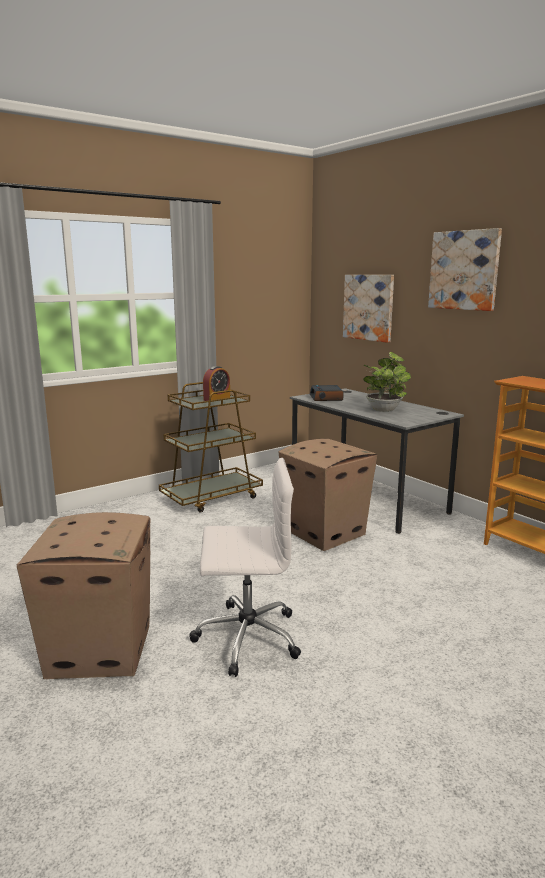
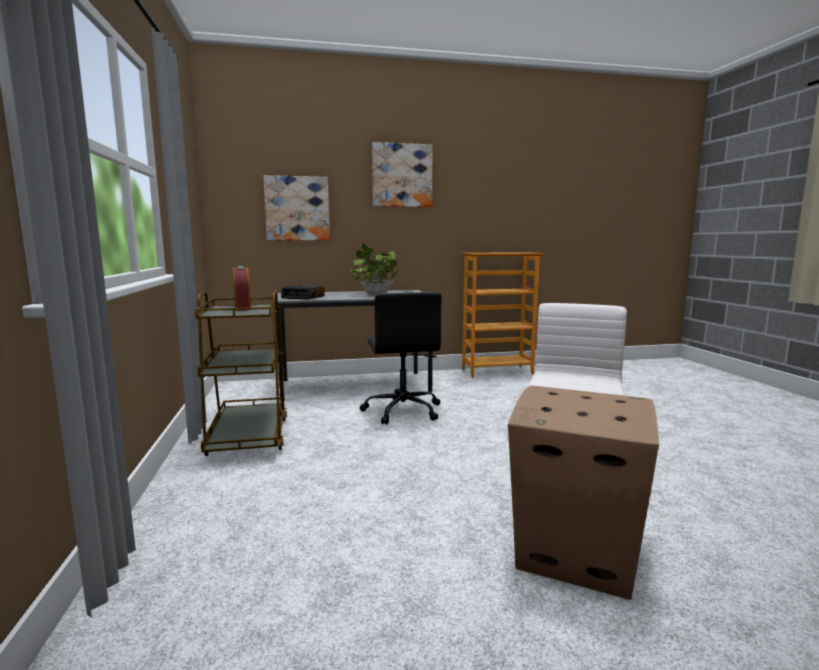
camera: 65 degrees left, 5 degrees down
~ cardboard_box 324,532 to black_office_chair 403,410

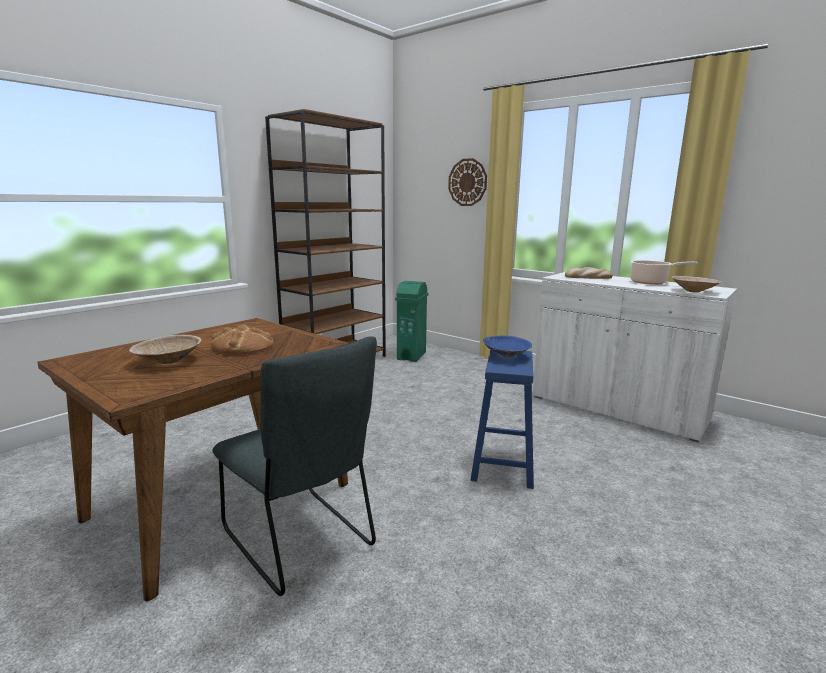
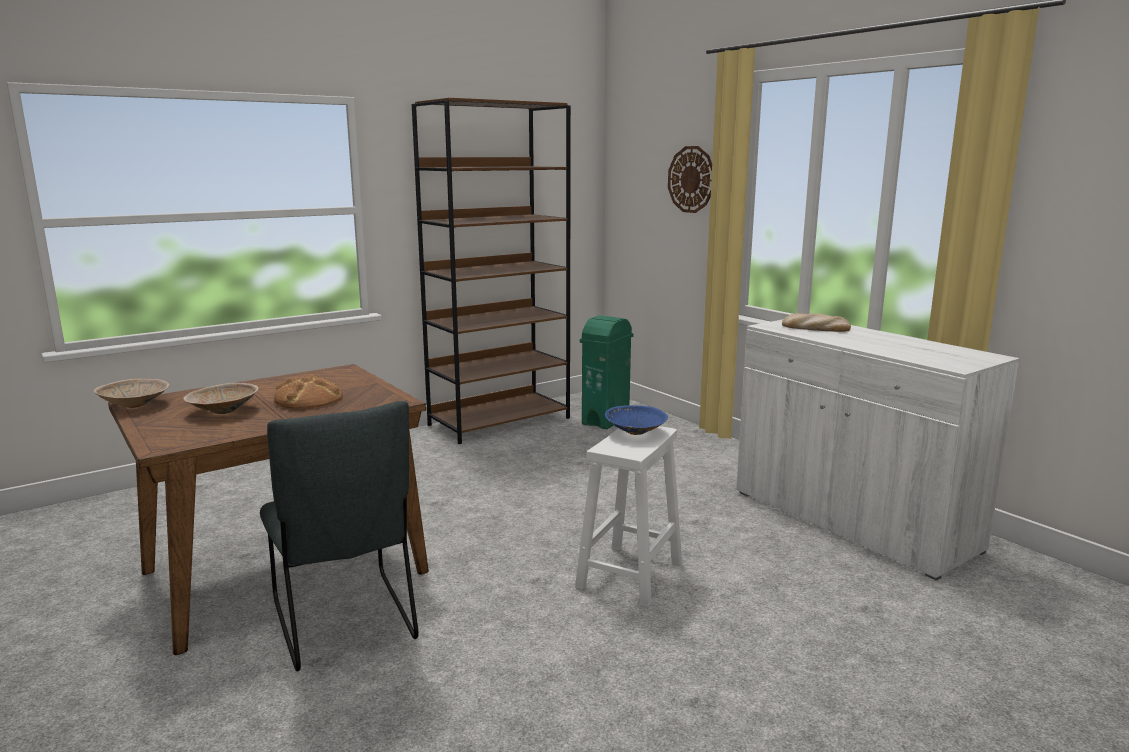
camera: 15 degrees right, 0 degrees up
- cooking_pot 651,282
~ beige_bowl 694,291 to 136,406
~ blue_stool 503,465 to white_stool 629,575

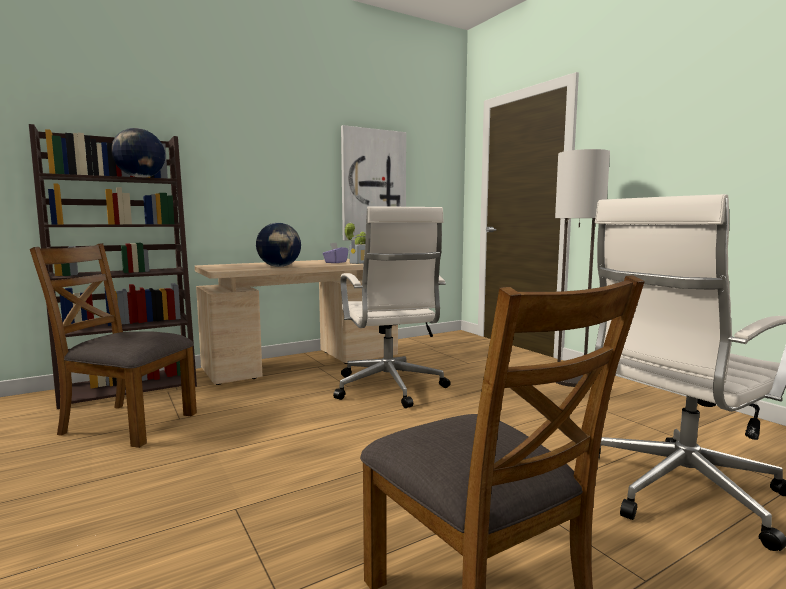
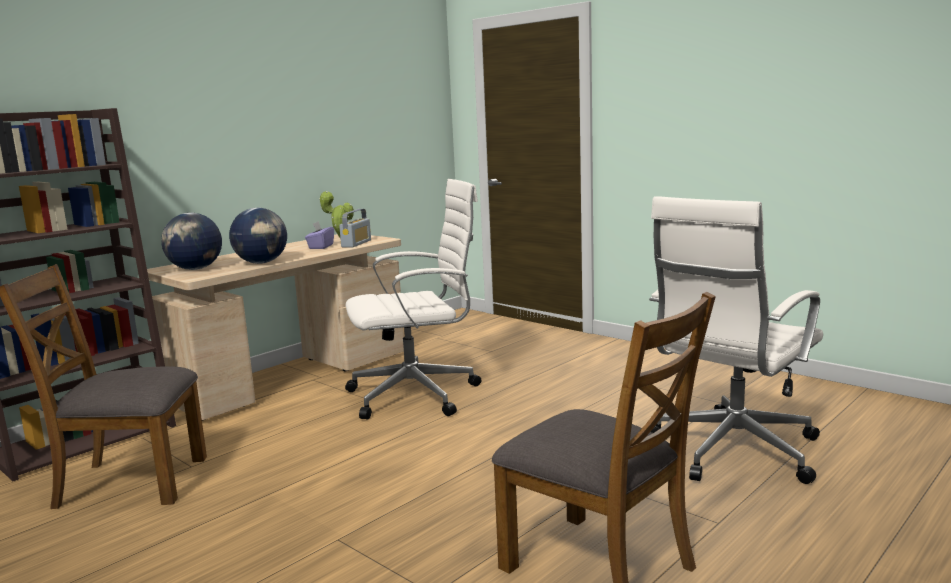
camera: 15 degrees left, 5 degrees up
- picture 373,185
- floor_lamp 571,380
~ globe 140,178 to 195,269
~ white_office_chair 389,388 = 418,395 75 degrees counterclockwise

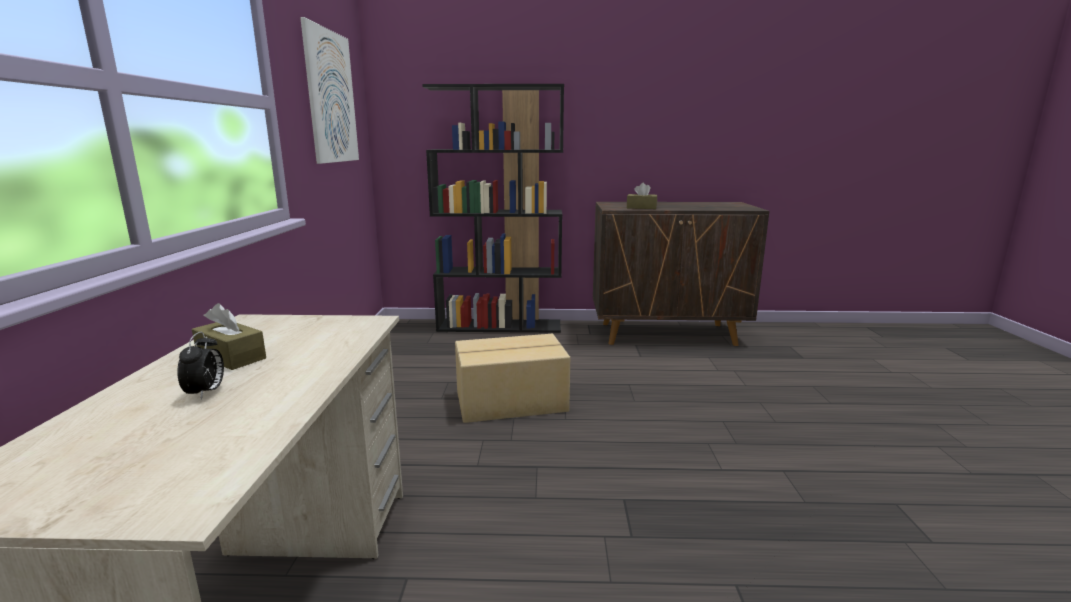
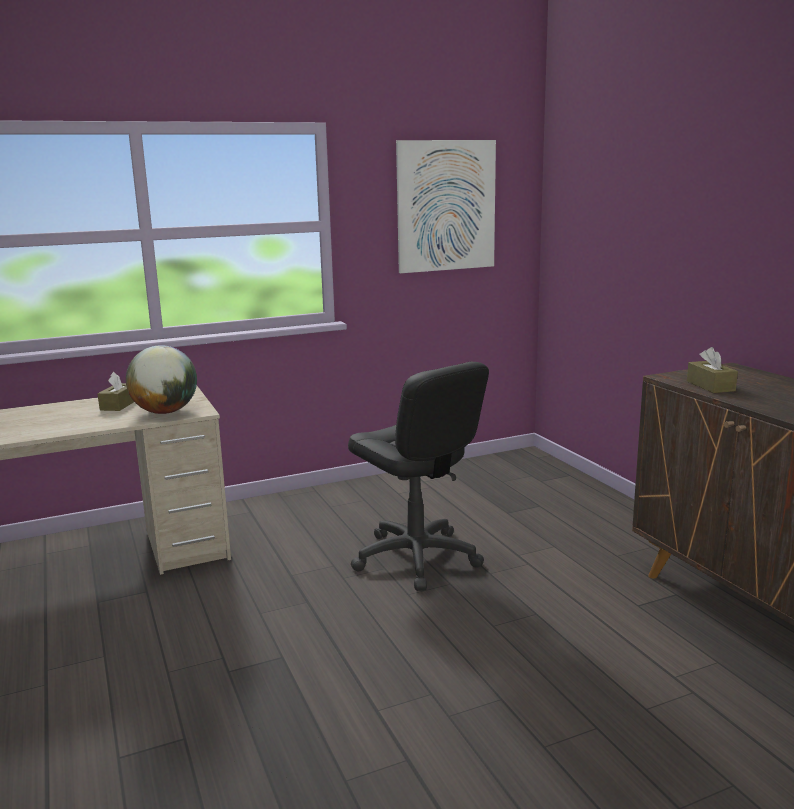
camera: 65 degrees right, 0 degrees up
- alarm_clock 206,393
- black_bookcase 500,326
+ globe 165,412
~ cardboard_box 512,402 to black_office_chair 416,558

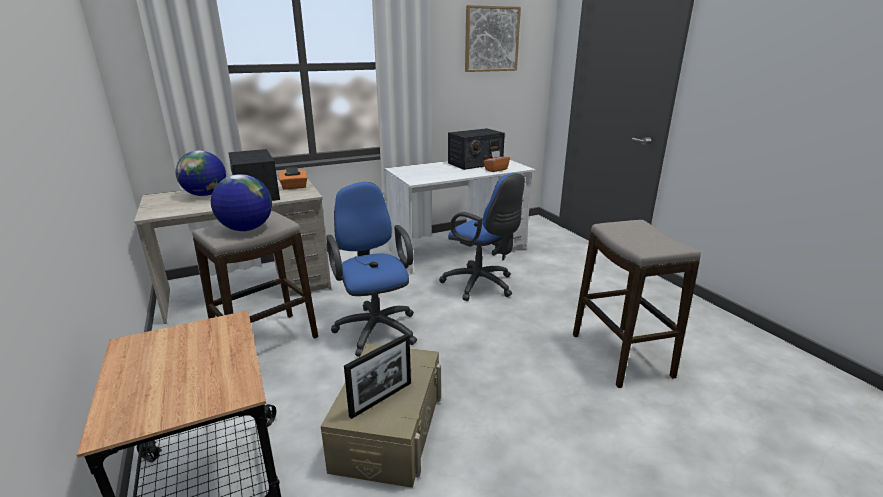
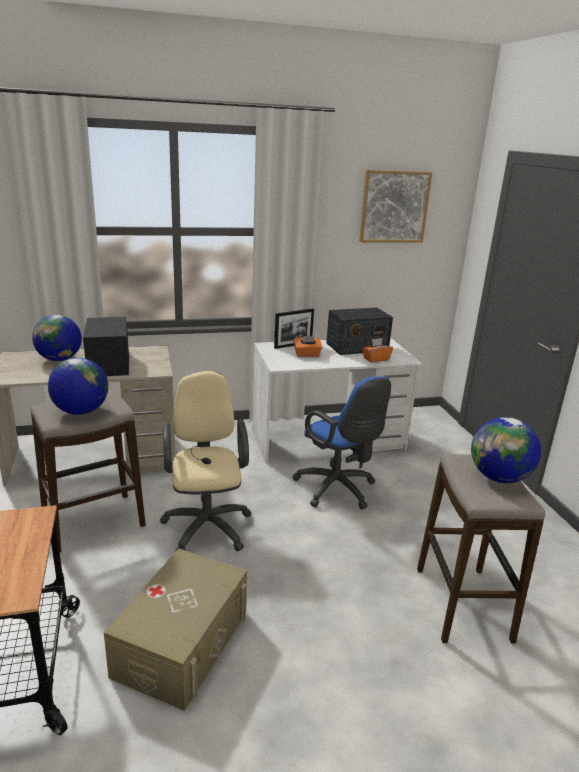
camera: 10 degrees right, 0 degrees up
+ globe 499,478
~ orange_tissue_box 294,187 to 307,354
~ picture_frame 381,399 to 293,345
~ blue_office_chair 375,327 to beige_office_chair 207,524

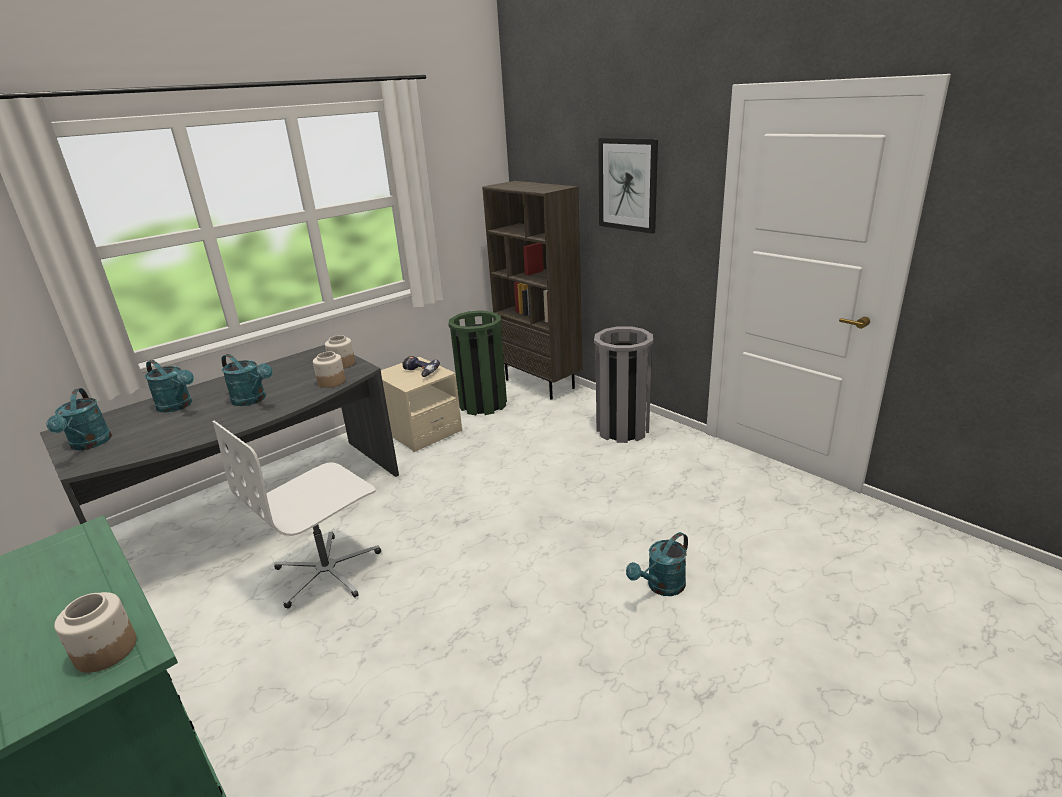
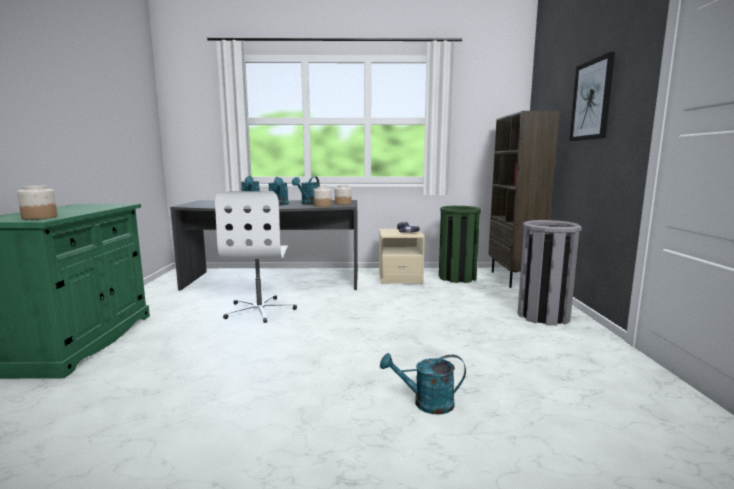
camera: 40 degrees right, 15 degrees down
~ turquoise_watering_can 89,444 to 309,204
~ white_office_chair 328,571 = 260,310 90 degrees counterclockwise

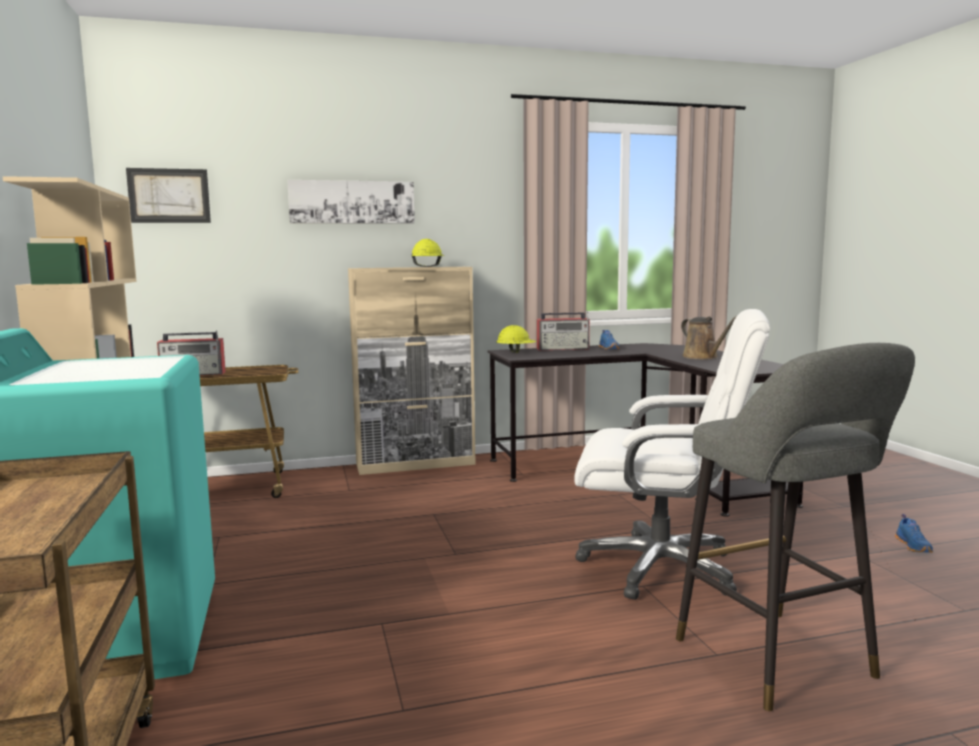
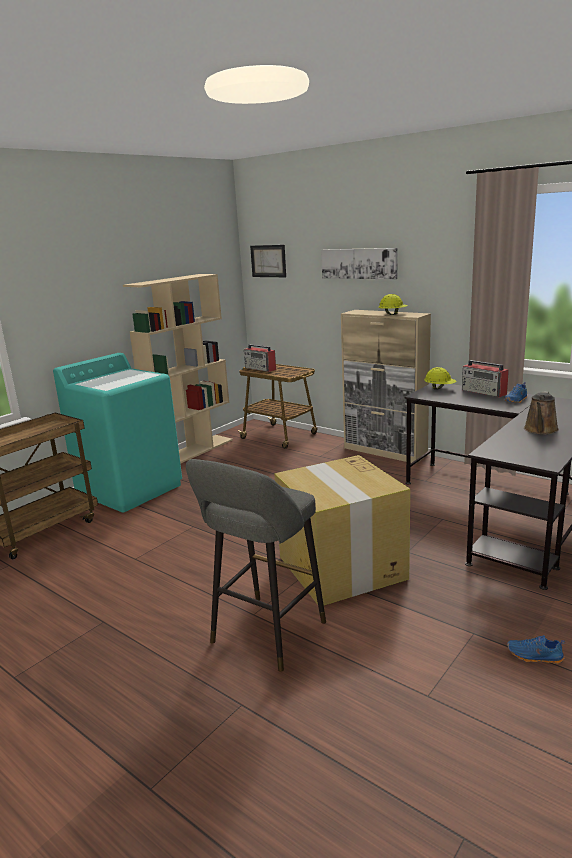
camera: 55 degrees right, 10 degrees up
~ white_office_chair 661,567 to cardboard_box 342,568
~ blue_shoe 914,546 = 534,657 45 degrees clockwise

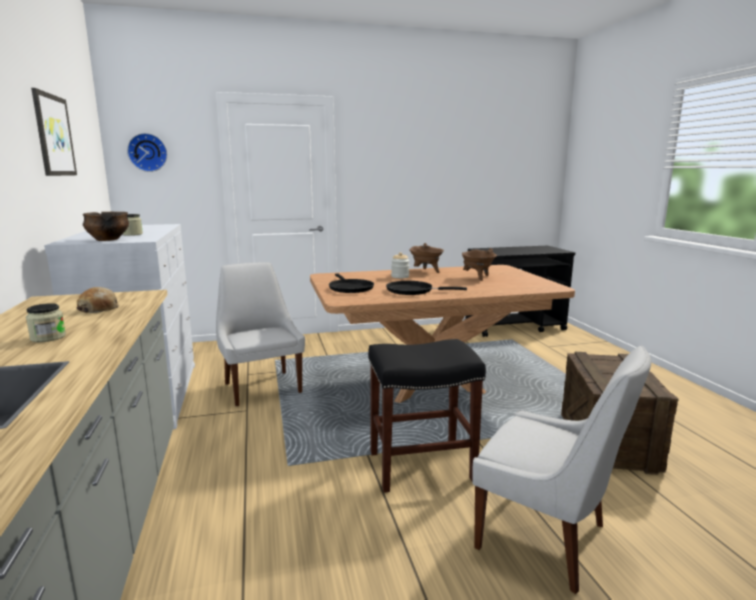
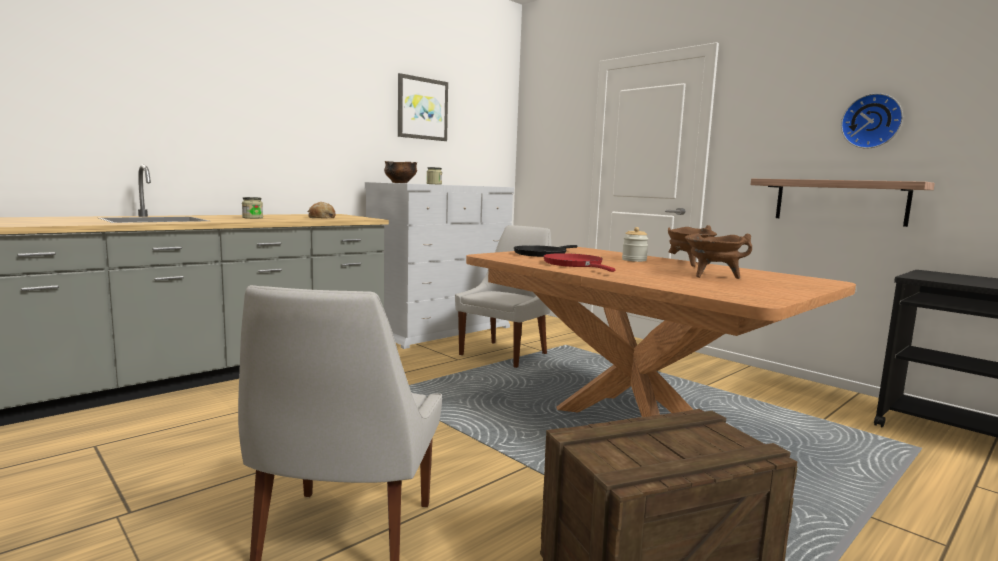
camera: 60 degrees right, 5 degrees down
- black_stool 420,466
+ shelf 839,201
~ wall_clock 148,152 to 872,121
~ black_frying_pan 413,291 to red_frying_pan 575,265

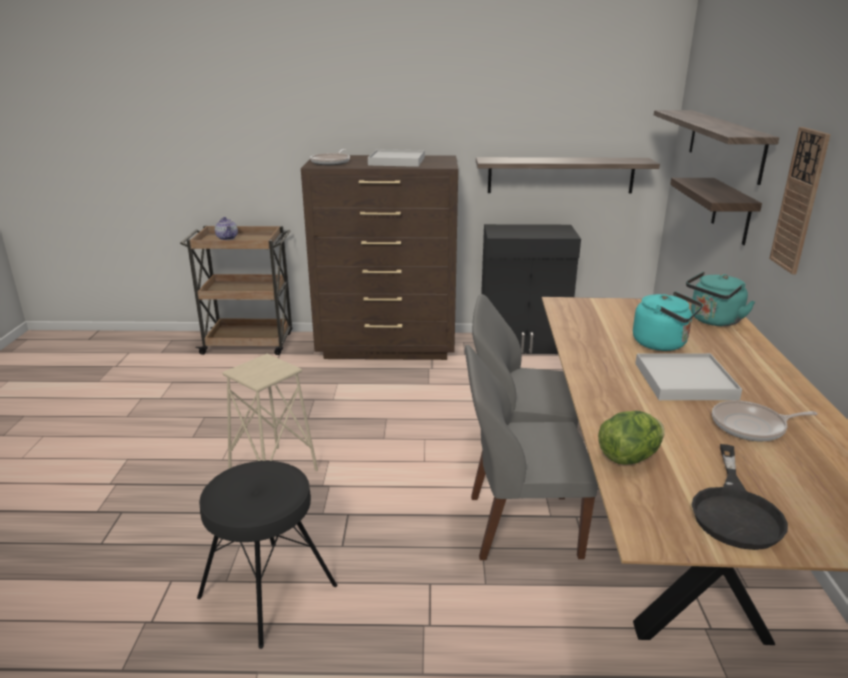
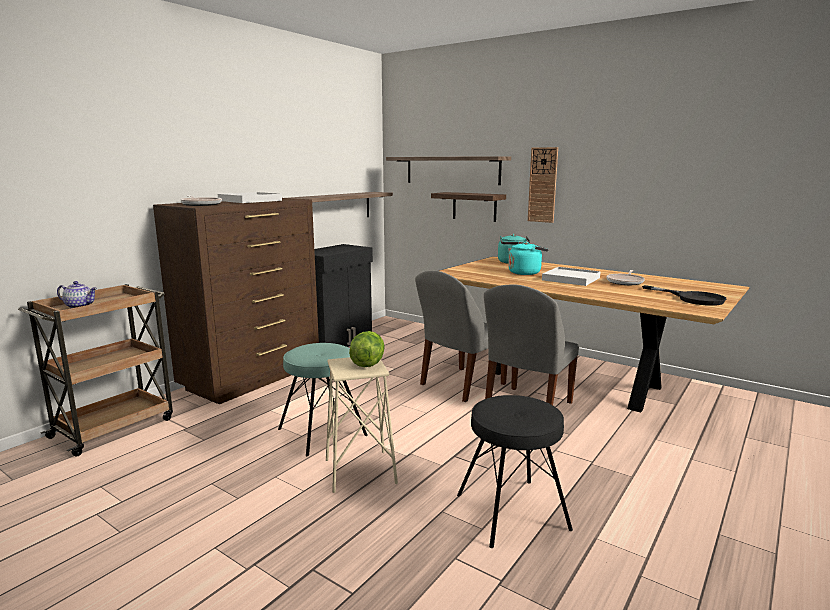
camera: 55 degrees left, 10 degrees down
+ turquoise_stool 322,432
~ lettuce 628,457 to 367,364

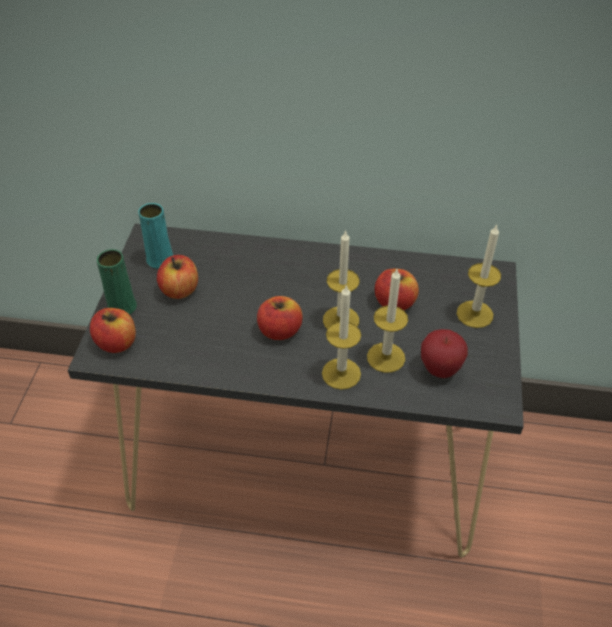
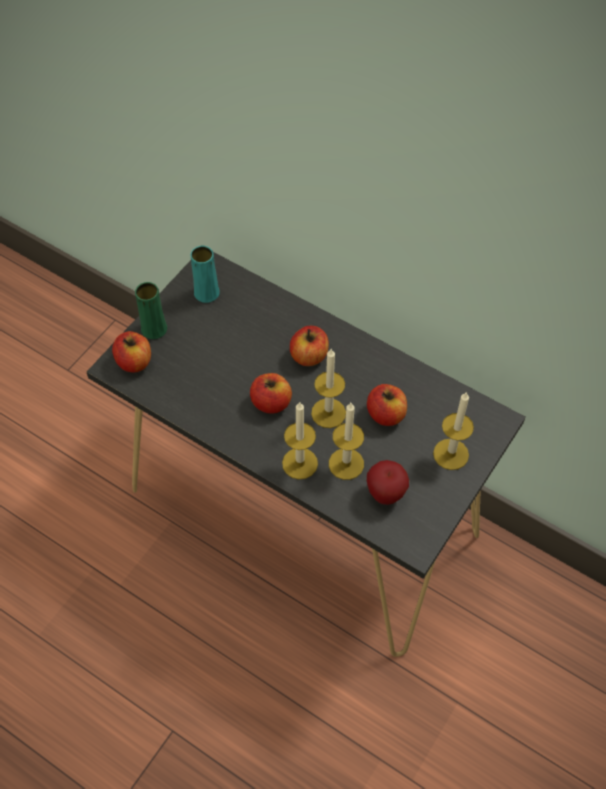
camera: 25 degrees right, 10 degrees up
~ apple 180,290 to 309,356

